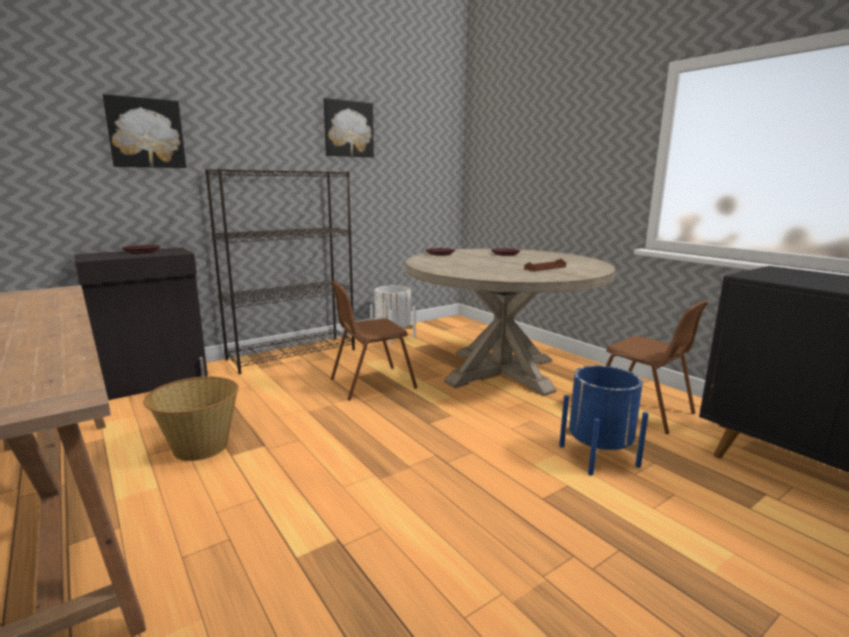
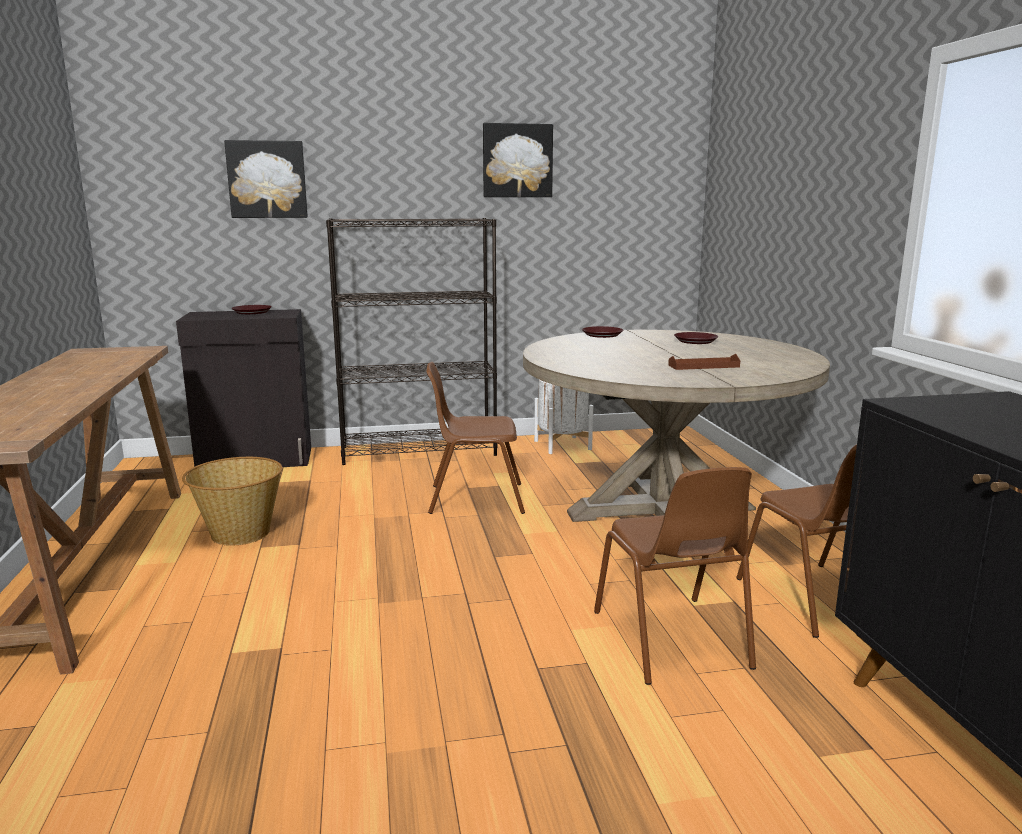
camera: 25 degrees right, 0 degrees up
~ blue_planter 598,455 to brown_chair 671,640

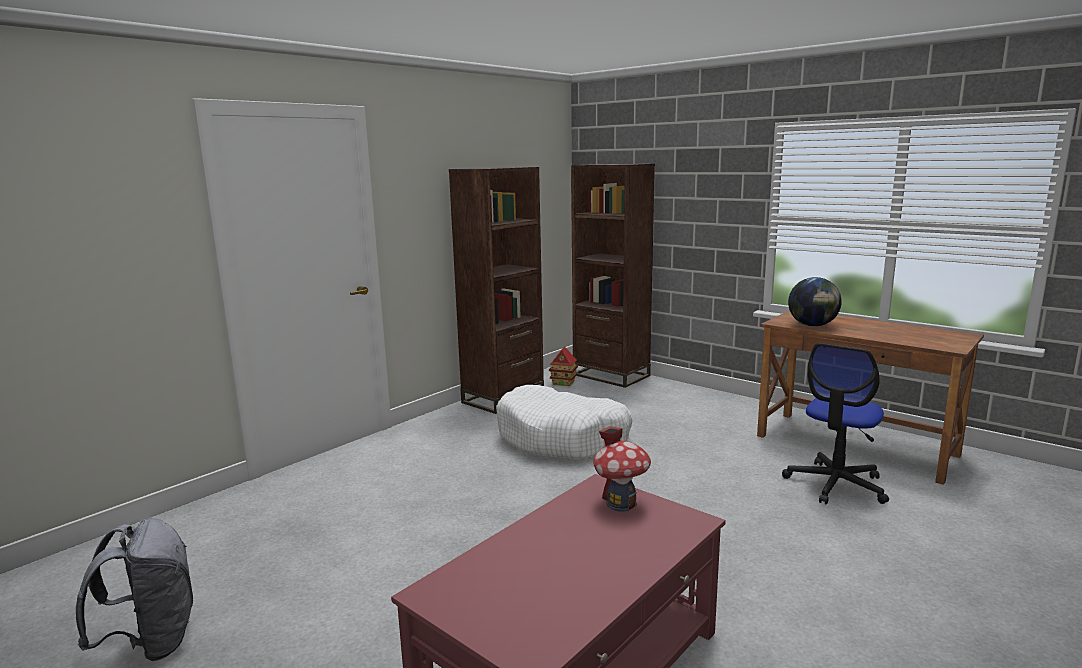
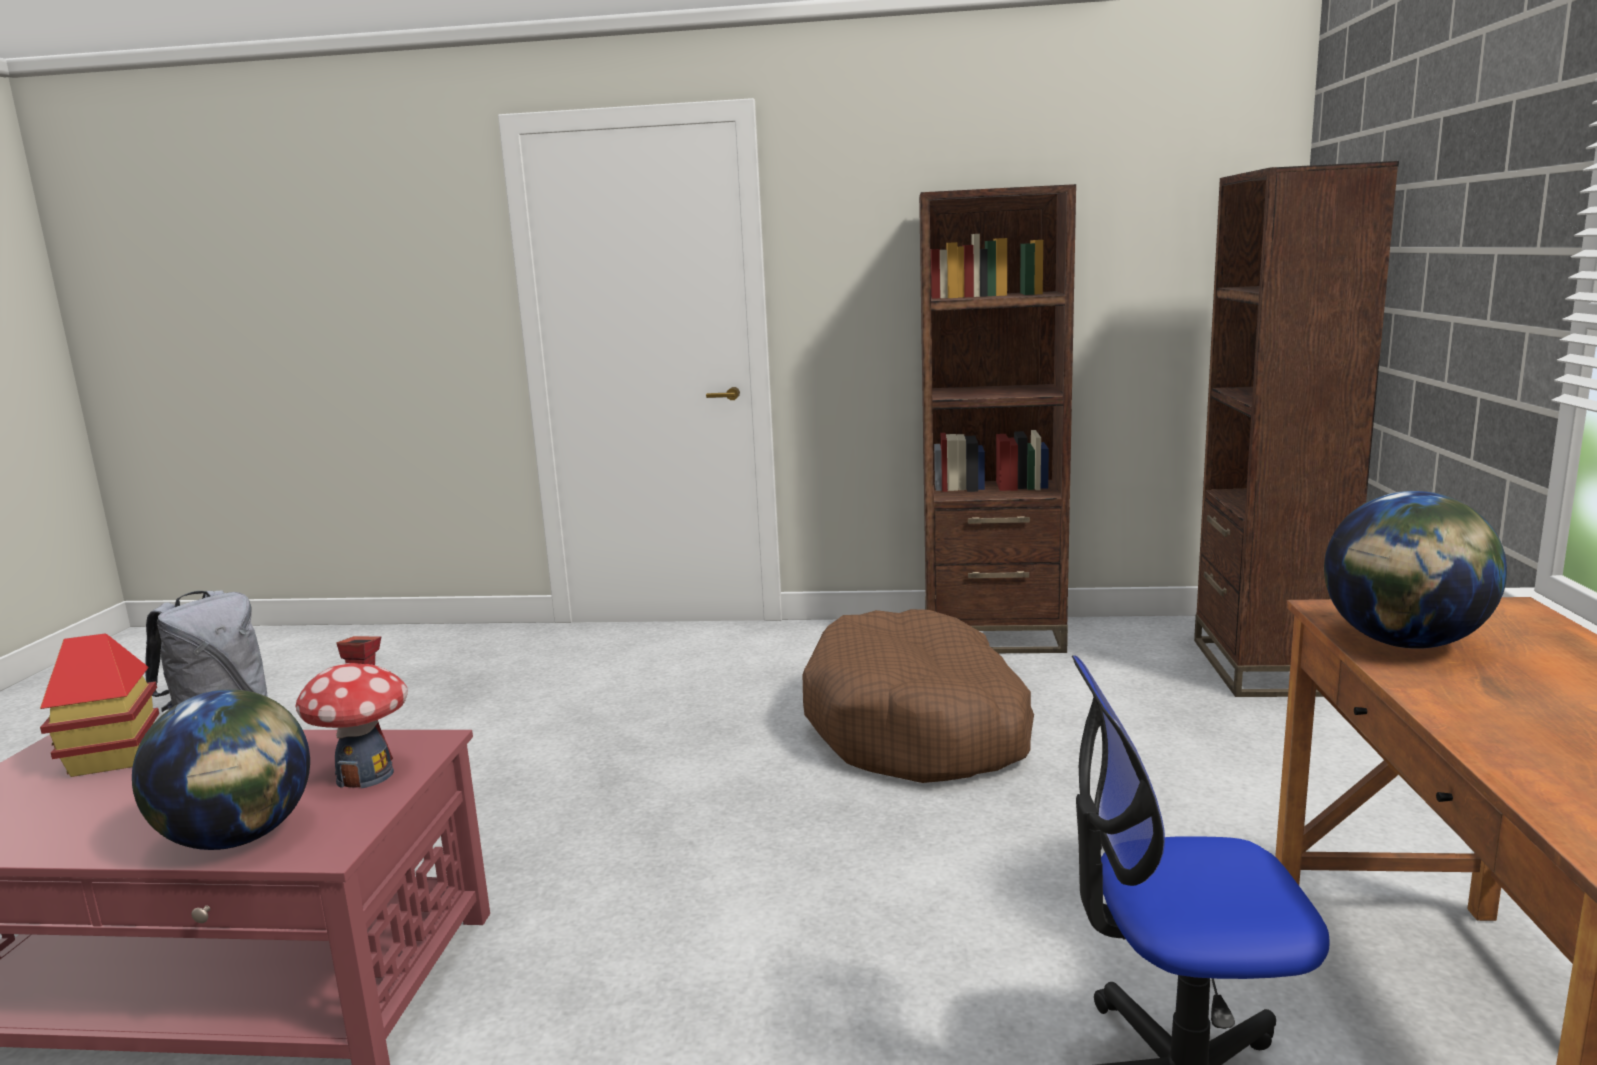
camera: 55 degrees right, 0 degrees up
+ globe 239,838
~ toy_house 563,382 to 113,758
~ white_dog_bed 563,439 to brown_dog_bed 918,727

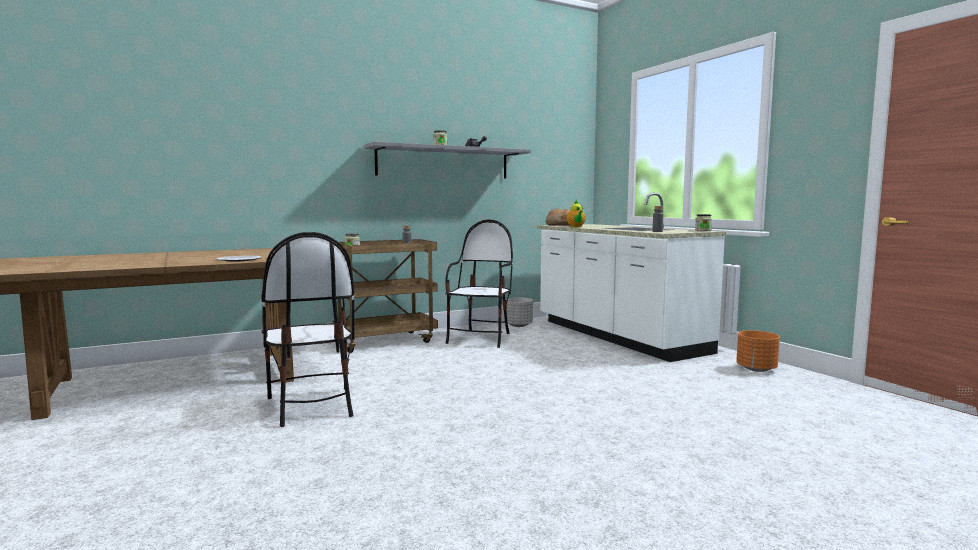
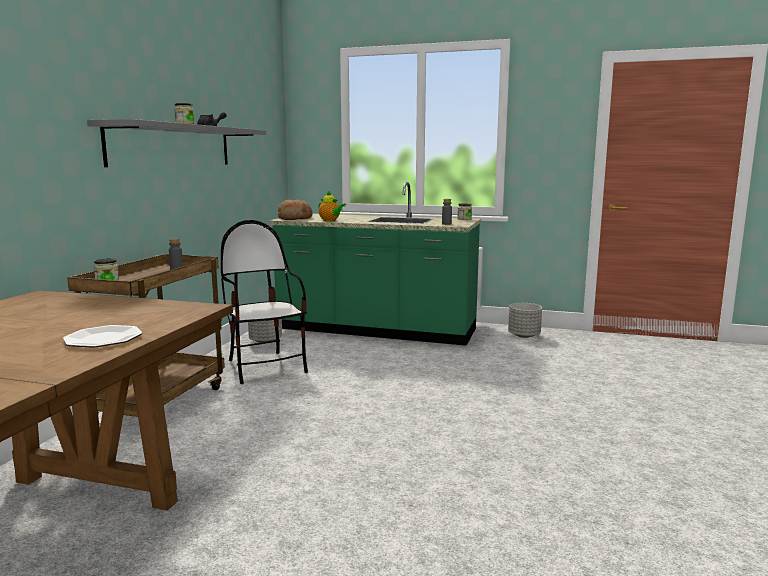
camera: 45 degrees left, 5 degrees up
- chair 311,406
~ white_counter 617,336 to green_counter 376,330
~ orange_planter 756,369 to grey_planter 524,335

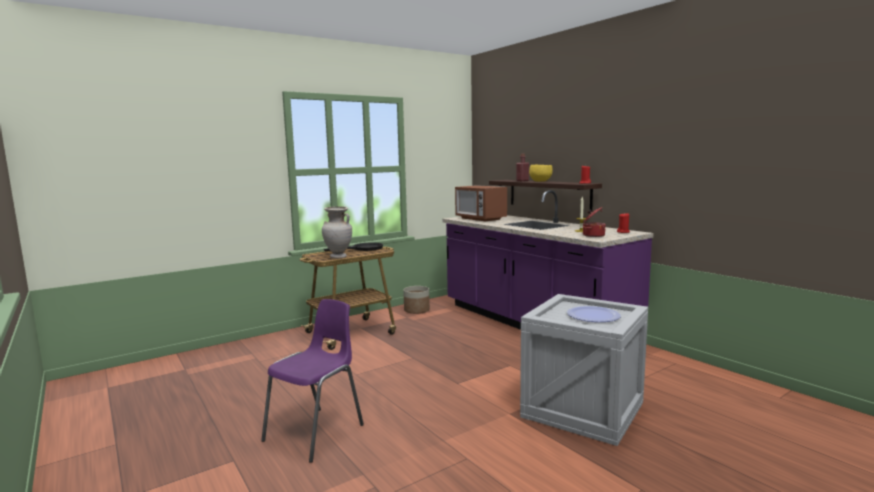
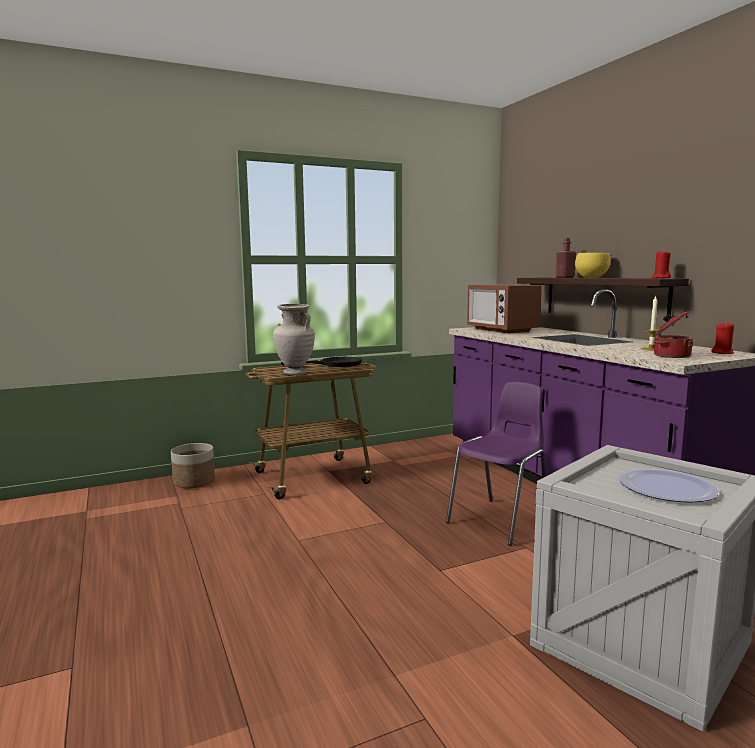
camera: 10 degrees right, 0 degrees up
~ purple_chair 317,432 to 500,520
~ planter 417,310 to 194,482

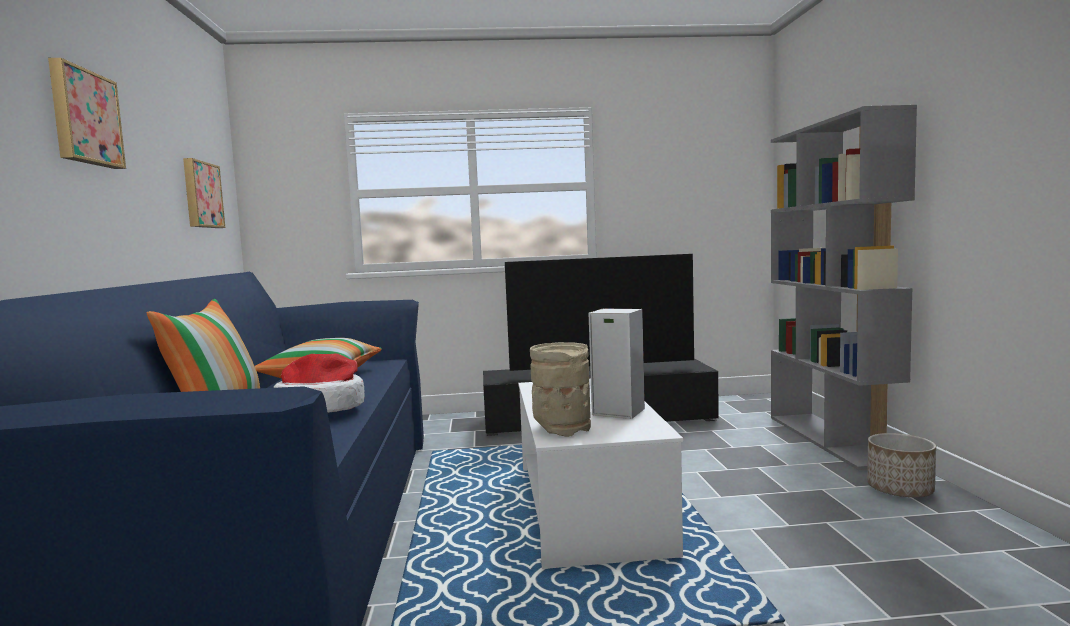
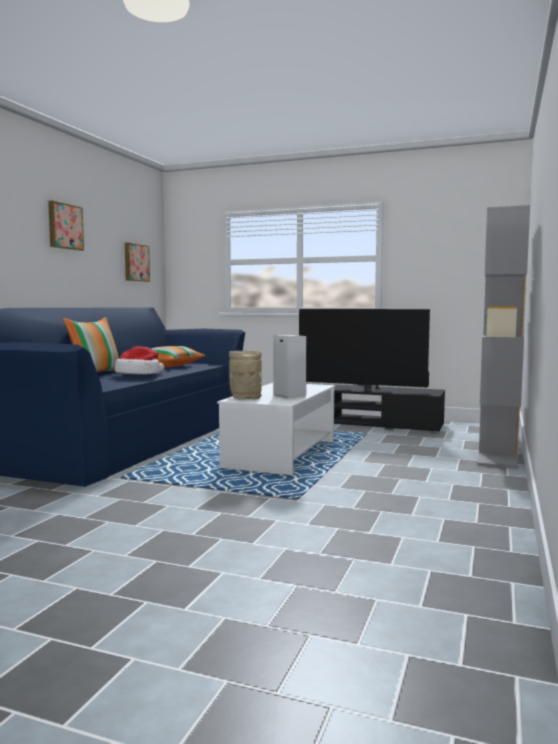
camera: 25 degrees right, 0 degrees up
- planter 900,490

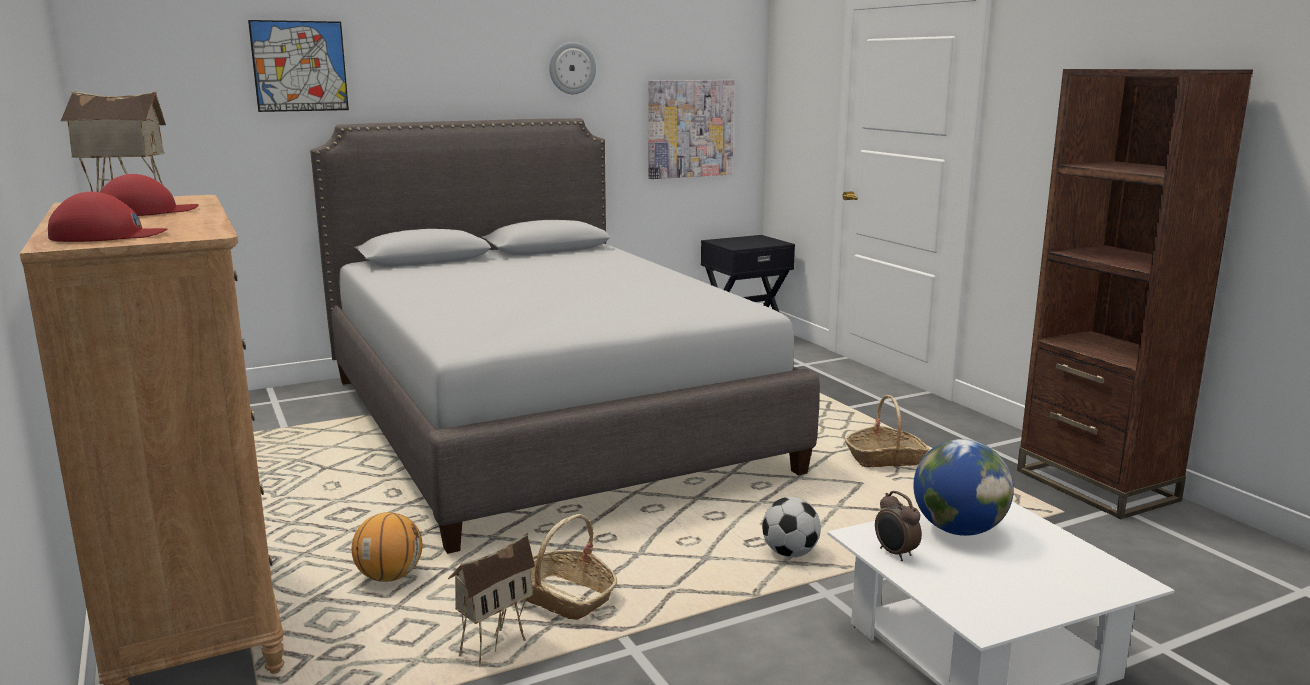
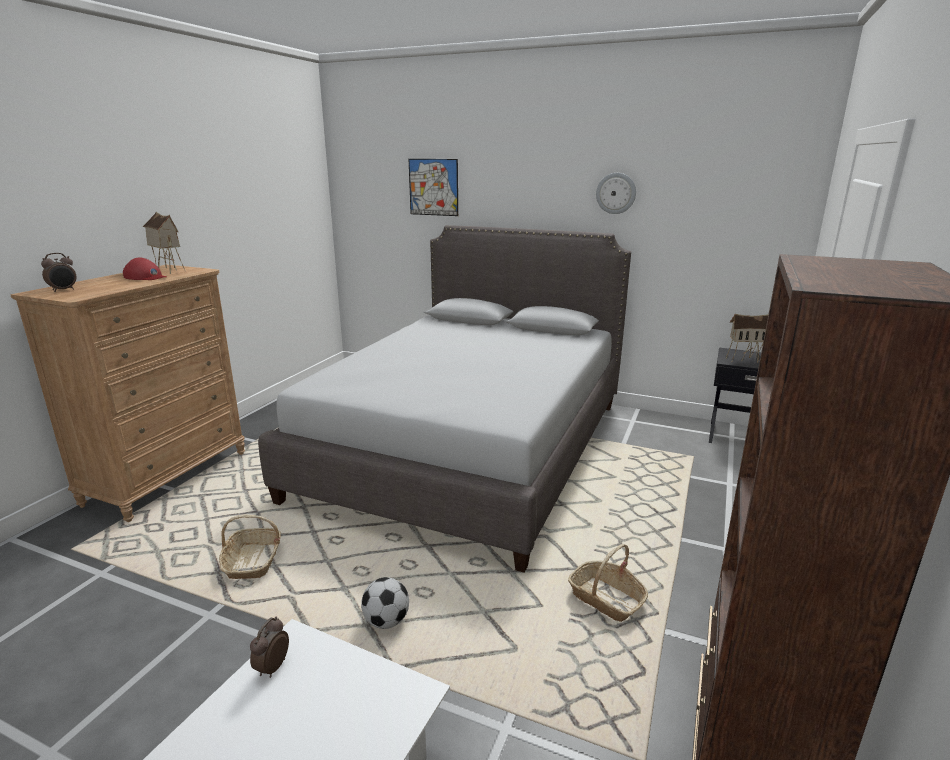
camera: 50 degrees right, 5 degrees up
- basketball 390,577
- picture 690,128
- globe 958,530
~ toy_house 494,645 to 743,359
~ red_cap 107,235 to alarm_clock 63,290

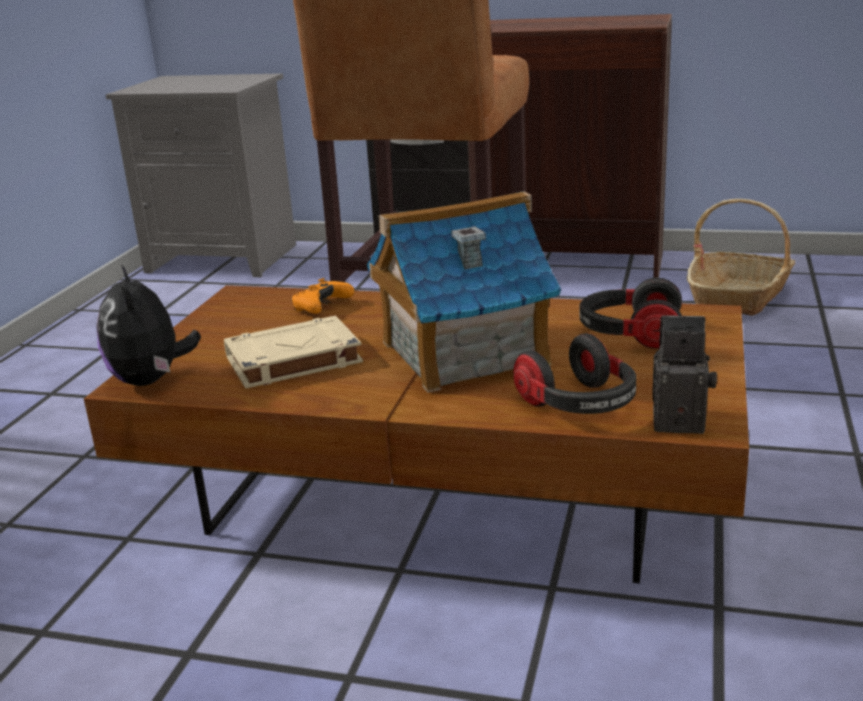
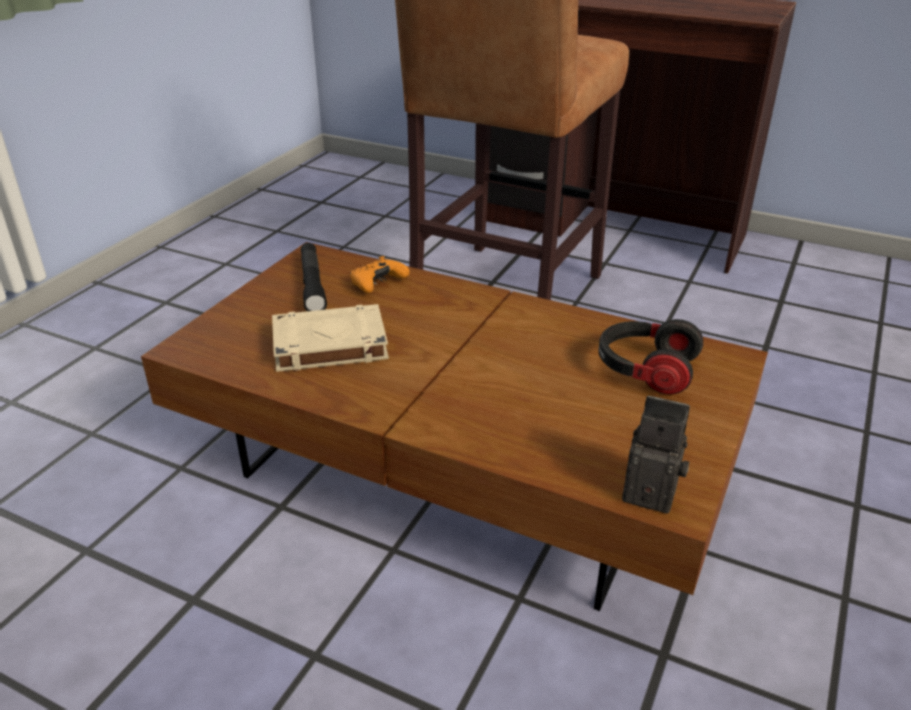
camera: 10 degrees right, 10 degrees up
- plush_toy 151,380
- grey_nightstand 226,258
- toy_house 462,353
- headphones 579,405
- basket 739,296
+ black_flashlight 312,285

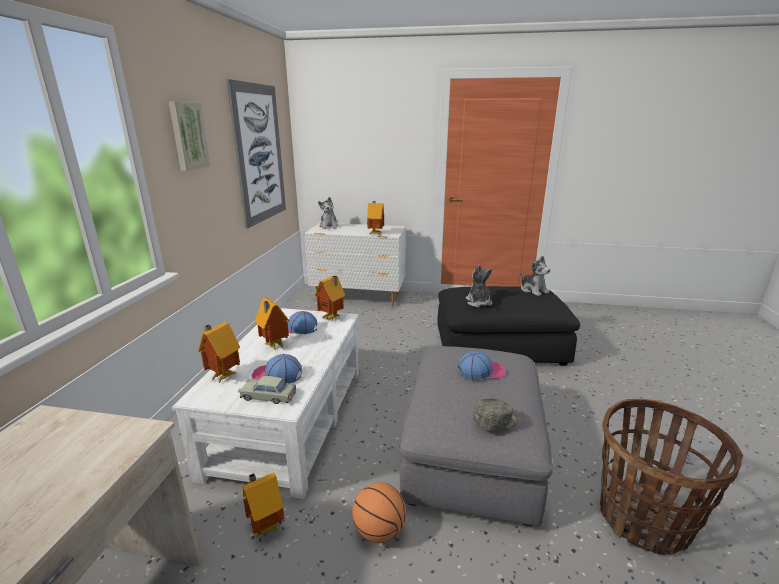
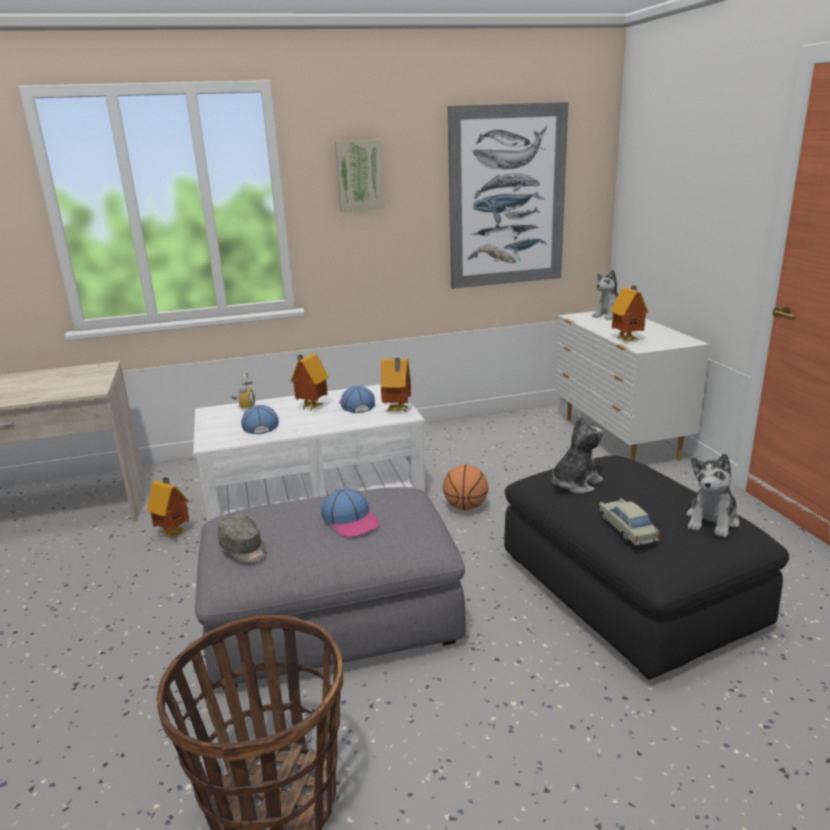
camera: 65 degrees right, 0 degrees up
~ beige_toy_car 268,396 to 627,529
~ basketball 379,531 to 465,507
~ toy_house 222,376 to alarm_clock 245,407

